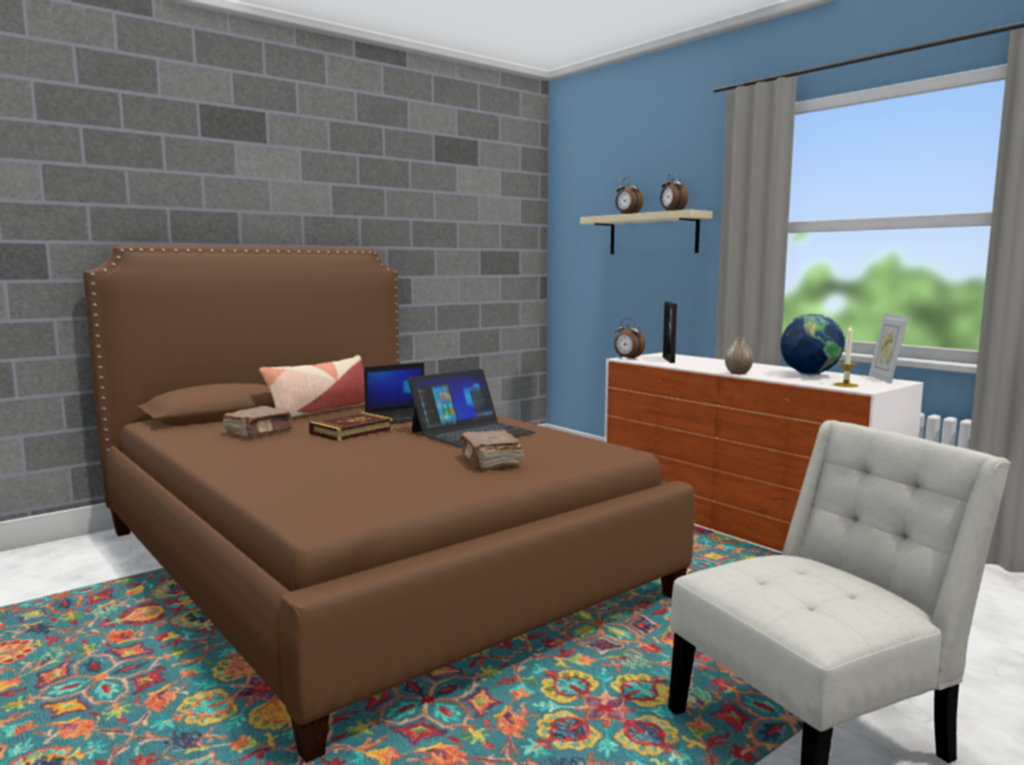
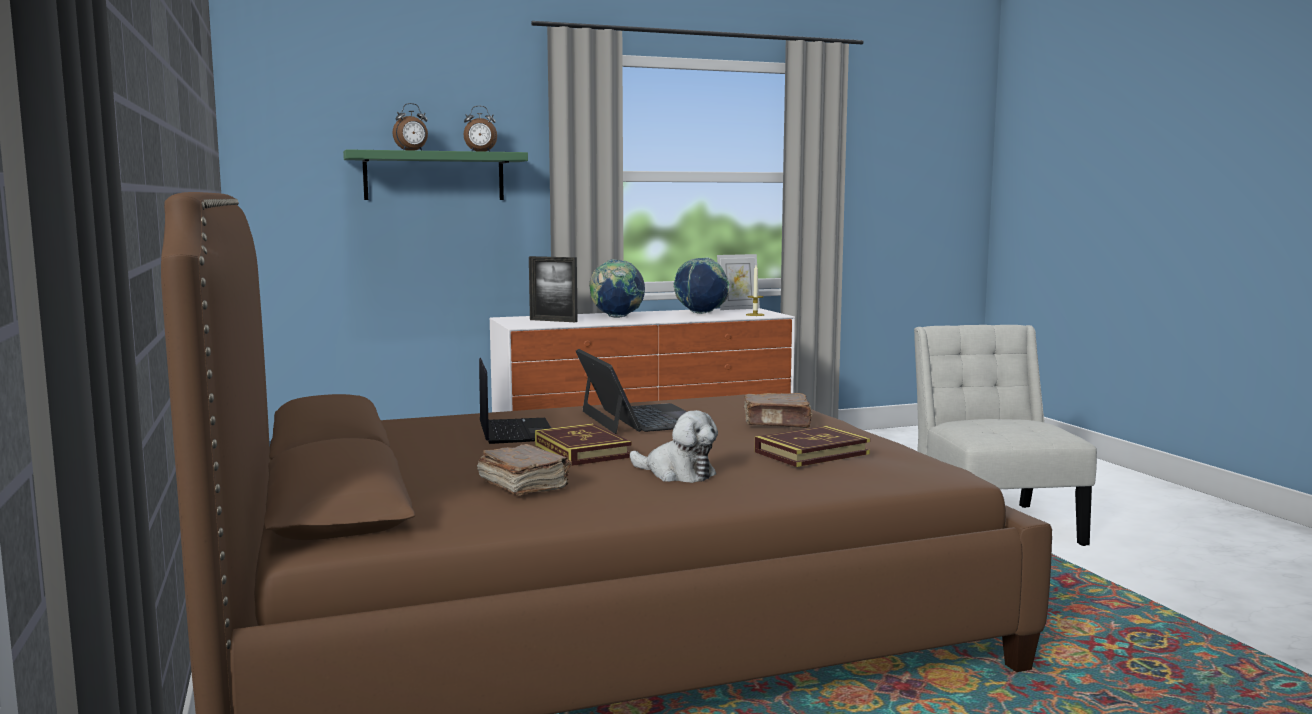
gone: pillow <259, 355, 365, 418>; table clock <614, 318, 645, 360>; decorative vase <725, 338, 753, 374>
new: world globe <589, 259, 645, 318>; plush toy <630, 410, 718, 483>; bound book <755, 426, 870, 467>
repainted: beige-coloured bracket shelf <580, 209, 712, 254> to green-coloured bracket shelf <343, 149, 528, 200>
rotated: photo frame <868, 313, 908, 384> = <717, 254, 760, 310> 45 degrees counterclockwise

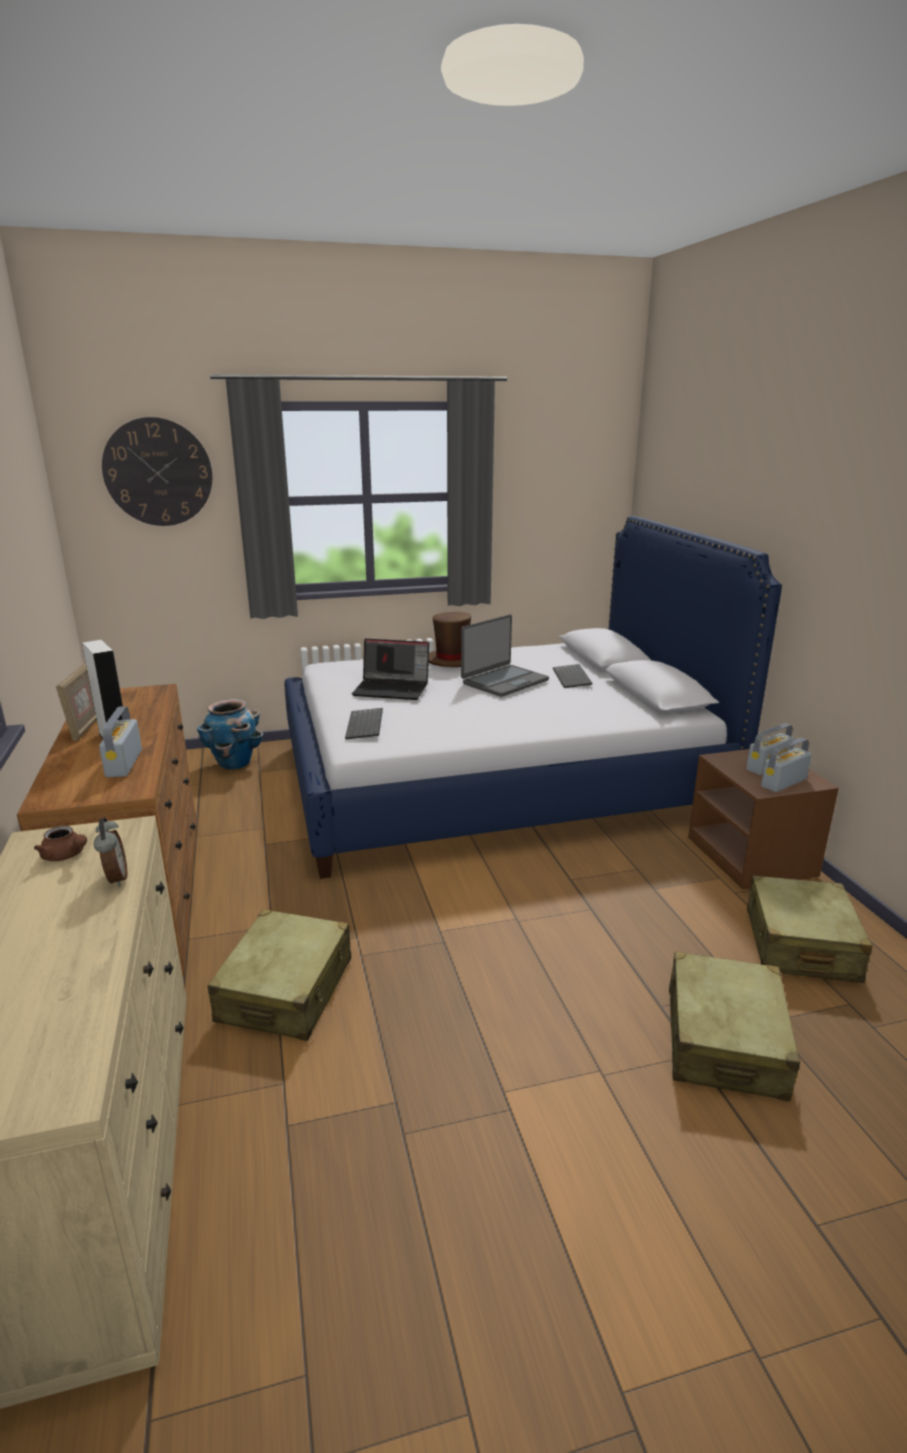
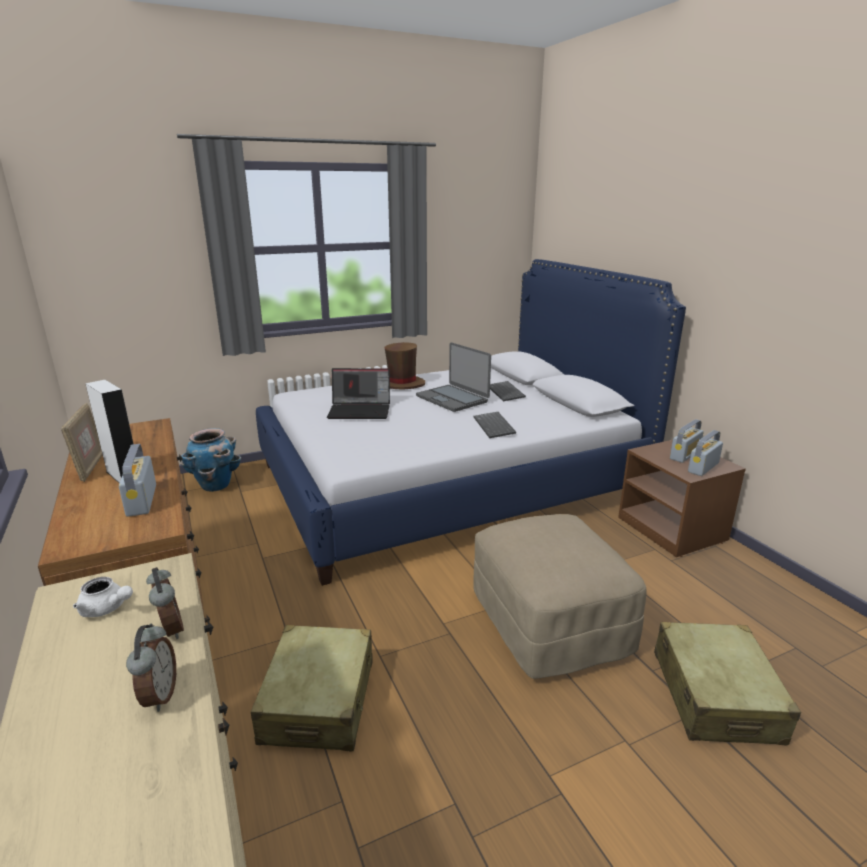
gone: clock on the wall <102, 417, 212, 526>; beige-coloured piece of luggage <747, 875, 873, 983>
new: table clock <126, 624, 176, 712>; beige-coloured ottoman <473, 514, 647, 679>
shifted: PC keyboard <345, 708, 383, 740> to <474, 412, 516, 438>
repainted: brown teapot <34, 826, 87, 861> to white-coloured teapot <73, 577, 133, 617>
rotated: laptop <461, 614, 549, 697> = <416, 342, 491, 412> 105 degrees clockwise

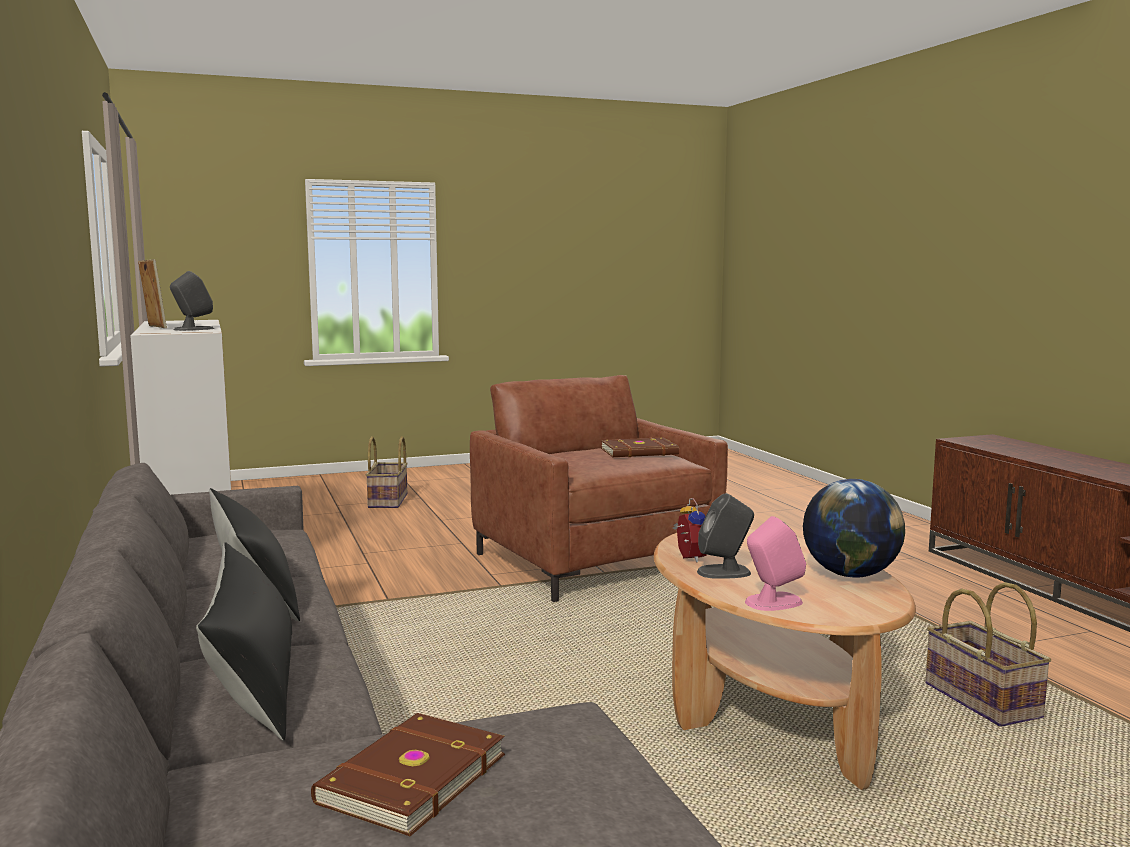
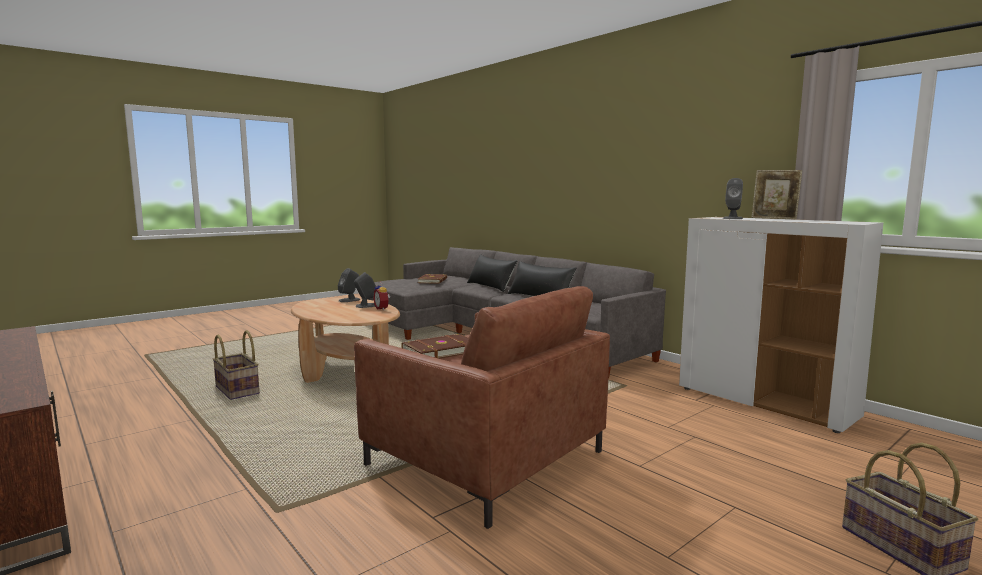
gone: world globe <803, 479, 905, 578>
repainted: pink loudspeaker <745, 516, 806, 611> to gray loudspeaker <338, 268, 360, 302>

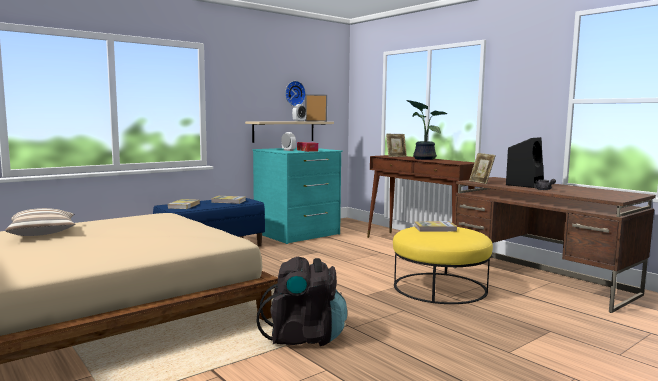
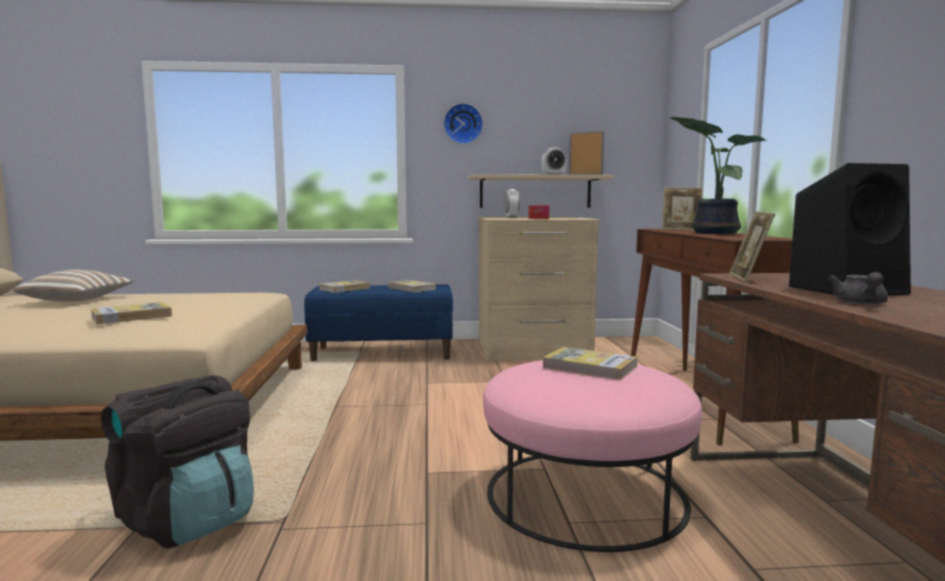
new: bound book <91, 302, 172, 324>
shifted: clock on the wall <285, 81, 306, 106> to <443, 103, 483, 144>
repainted: turquoise dresser <252, 148, 343, 244> to beige-coloured dresser <478, 217, 600, 362>; yellow-coloured ottoman <393, 227, 493, 304> to pink ottoman <483, 360, 702, 552>

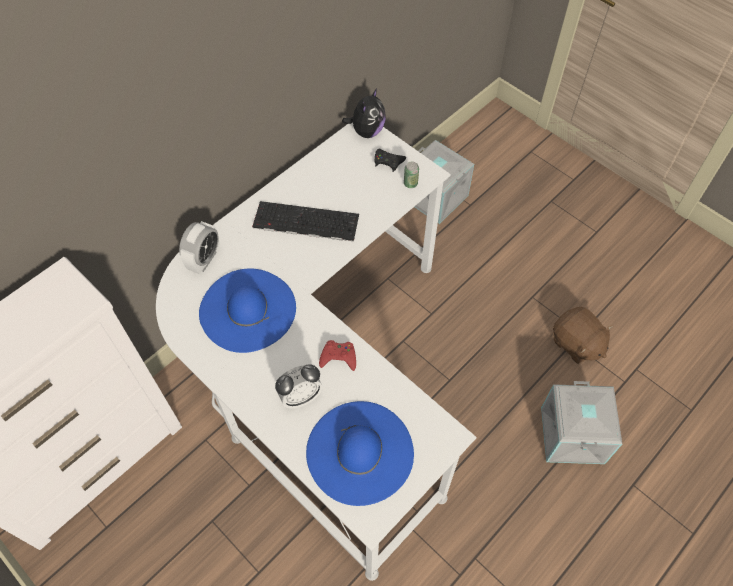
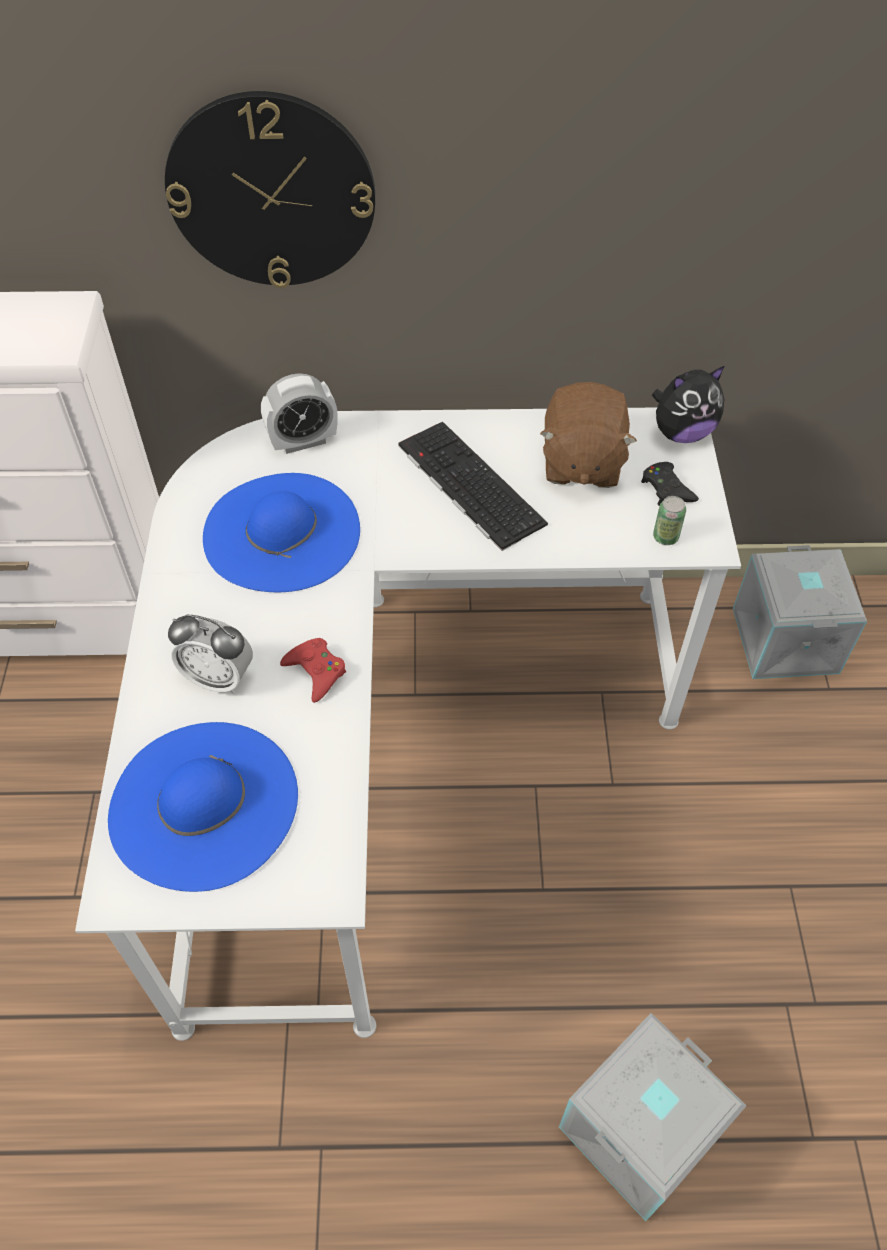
new: clock on the wall <165, 91, 375, 288>
shifted: brown plush toy <553, 307, 613, 364> to <540, 382, 637, 488>

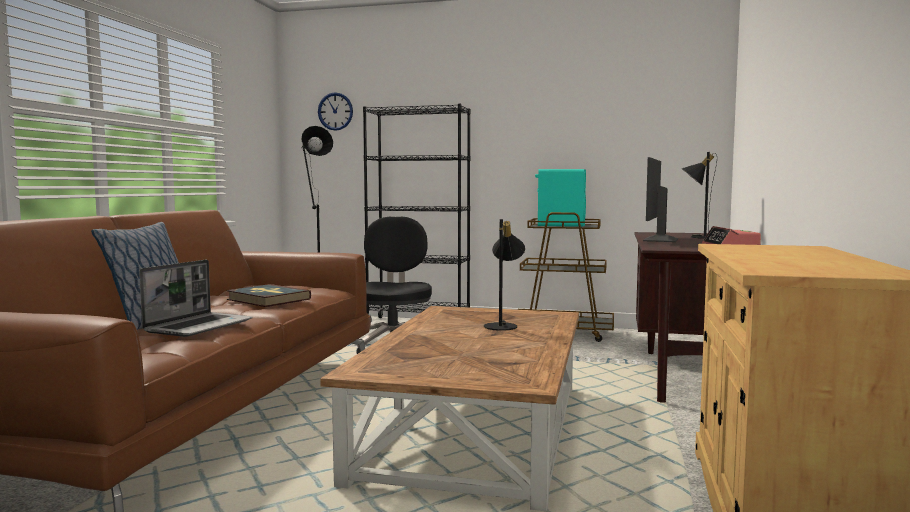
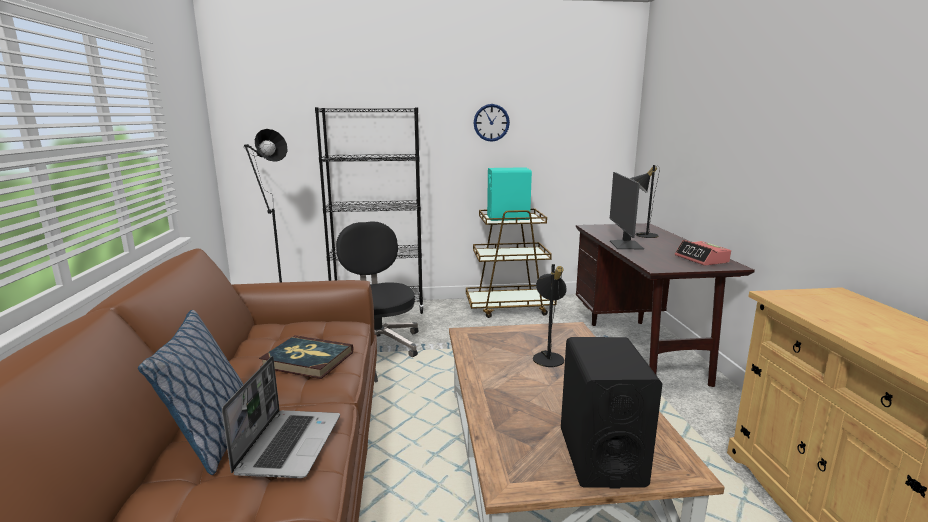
new: blackish loudspeaker <561, 337, 662, 489>
shifted: clock on the wall <318, 92, 353, 131> to <474, 104, 510, 142>

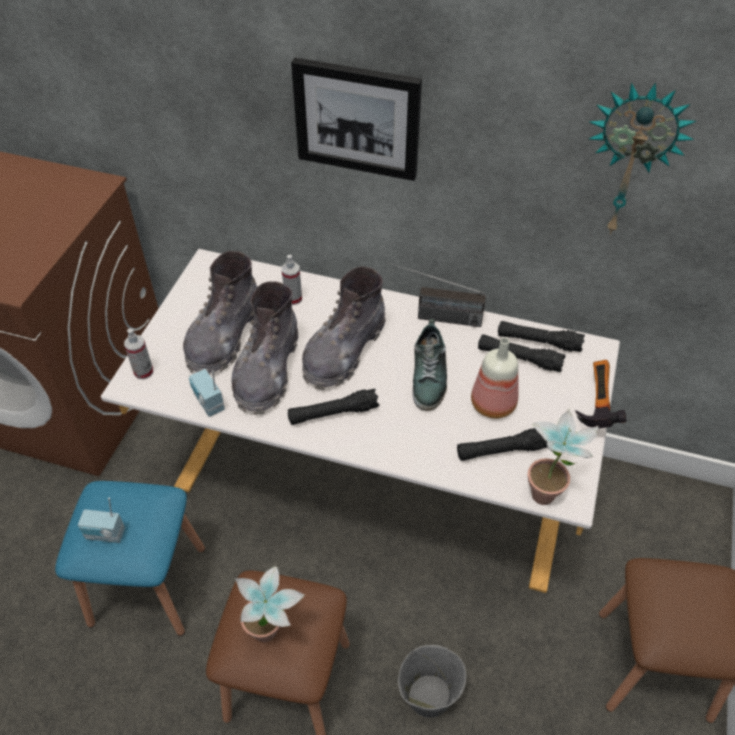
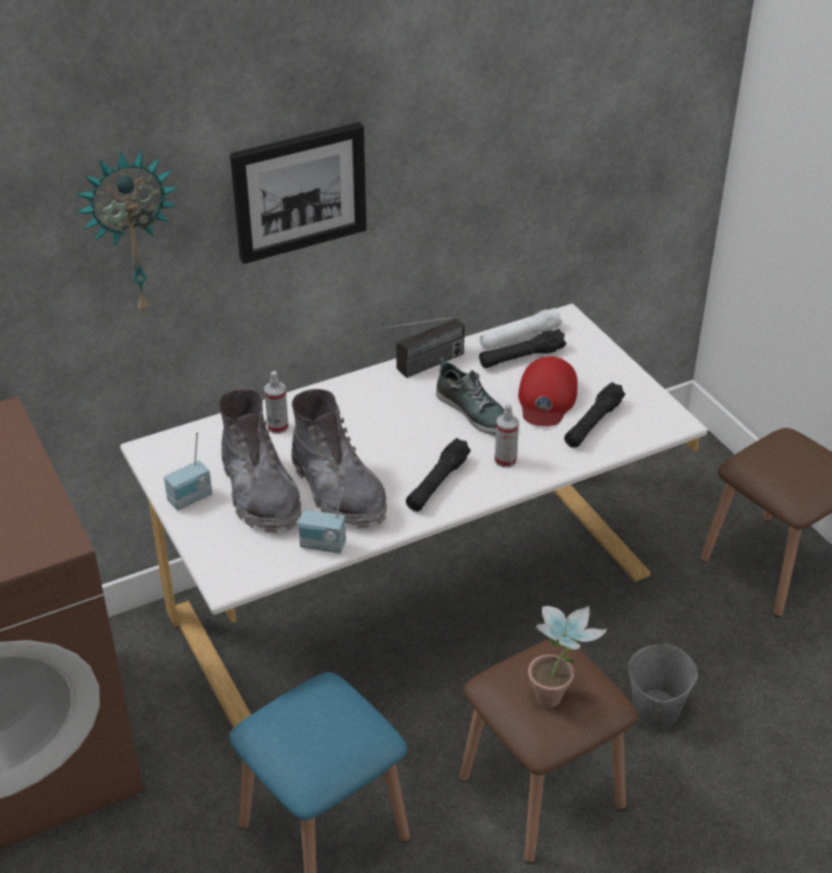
gone: gray tall boot <302, 266, 386, 390>; plant in a pot <528, 409, 598, 505>; hammer <575, 360, 626, 428>
shifted: radio set <78, 498, 125, 543> to <164, 432, 212, 511>; spray bottle <124, 328, 153, 379> to <495, 404, 519, 468>; clock on the wall <589, 83, 697, 235> to <76, 150, 178, 315>
swapped: drink bottle <471, 337, 518, 418> to red-coloured peaked cap <518, 356, 577, 426>
repainted: blackish flashlight <498, 321, 585, 352> to white-coloured flashlight <480, 308, 562, 350>

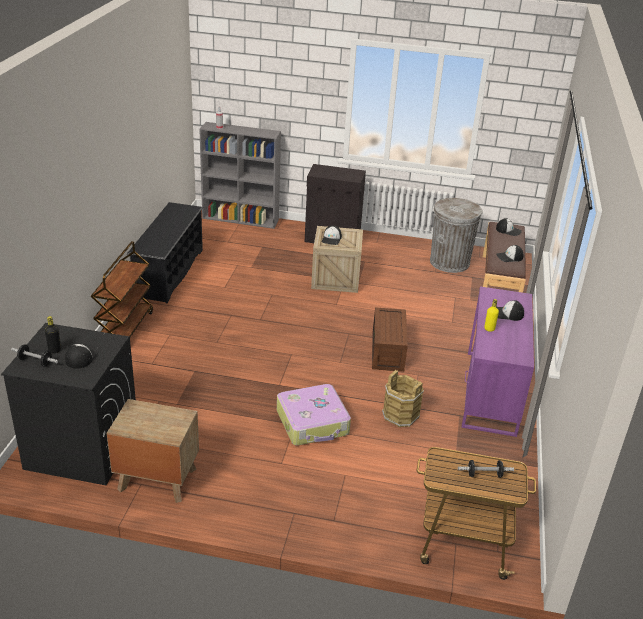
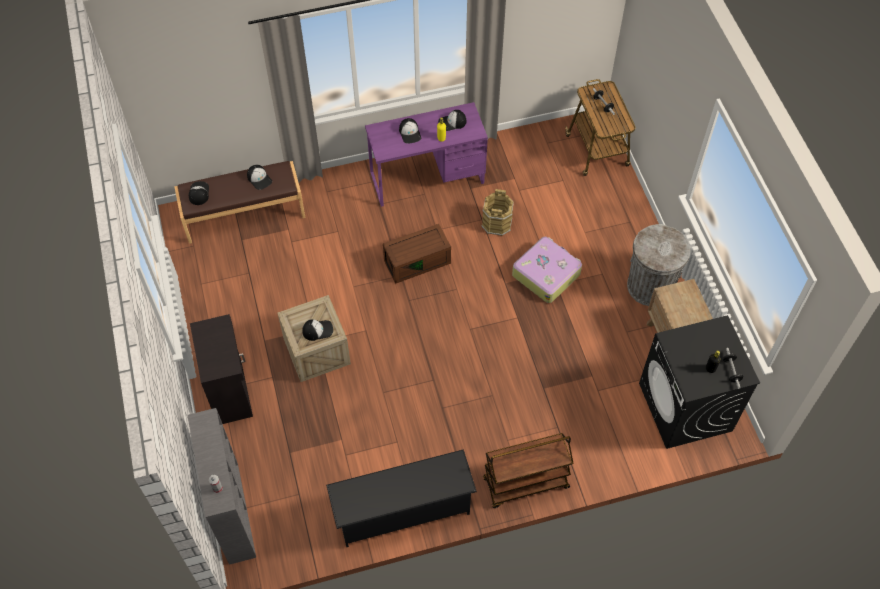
shifted: peaked cap <65, 344, 99, 369> to <438, 110, 466, 131>; gray rubbish bin <430, 198, 483, 273> to <627, 224, 690, 306>

